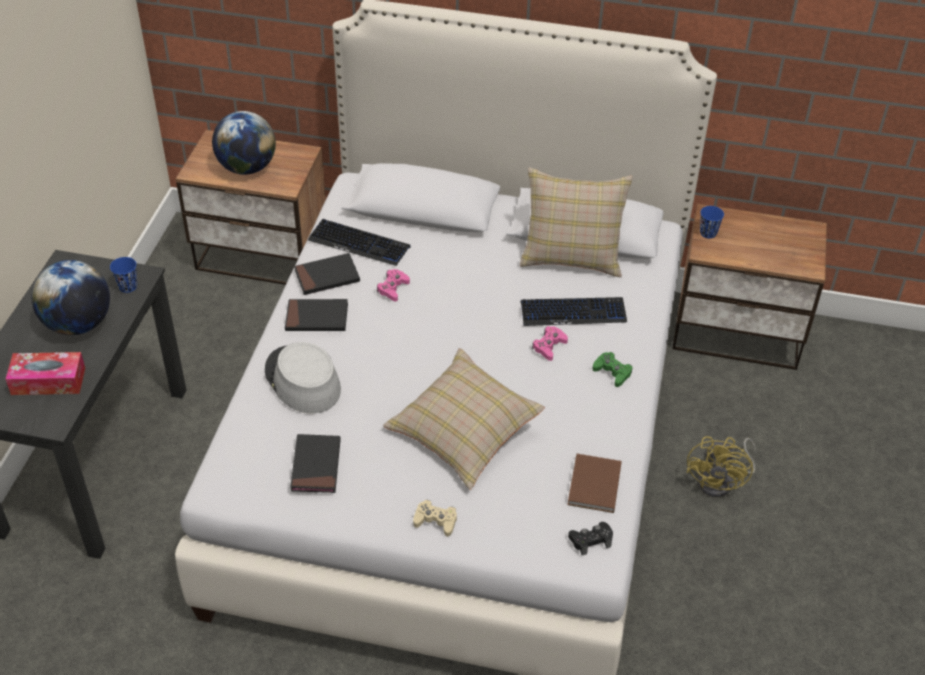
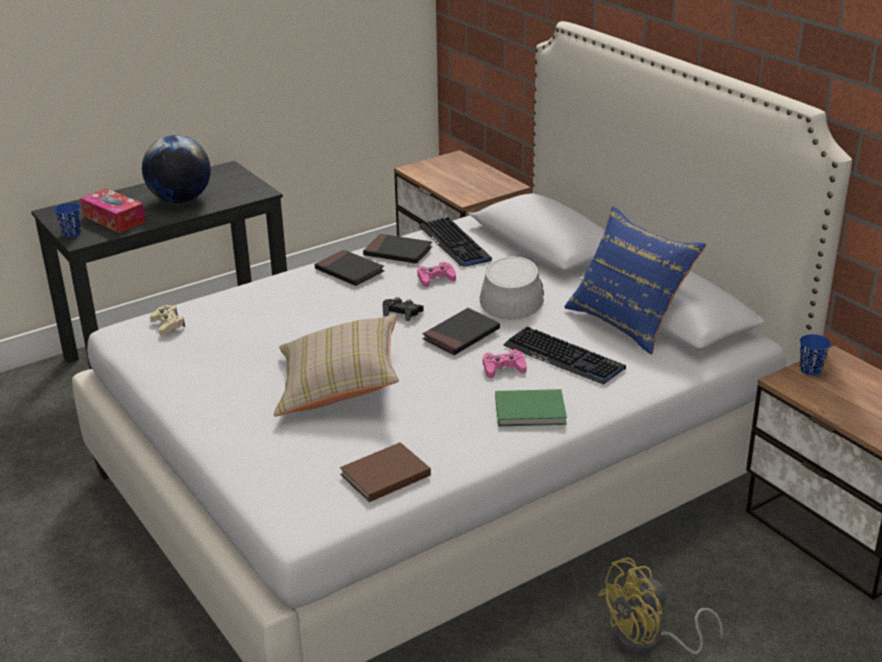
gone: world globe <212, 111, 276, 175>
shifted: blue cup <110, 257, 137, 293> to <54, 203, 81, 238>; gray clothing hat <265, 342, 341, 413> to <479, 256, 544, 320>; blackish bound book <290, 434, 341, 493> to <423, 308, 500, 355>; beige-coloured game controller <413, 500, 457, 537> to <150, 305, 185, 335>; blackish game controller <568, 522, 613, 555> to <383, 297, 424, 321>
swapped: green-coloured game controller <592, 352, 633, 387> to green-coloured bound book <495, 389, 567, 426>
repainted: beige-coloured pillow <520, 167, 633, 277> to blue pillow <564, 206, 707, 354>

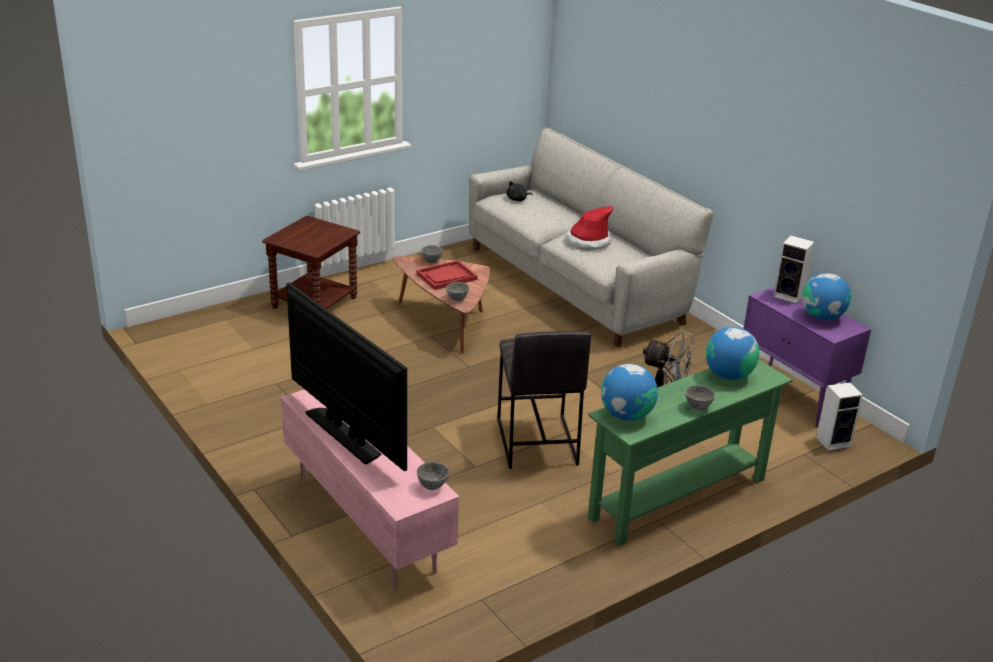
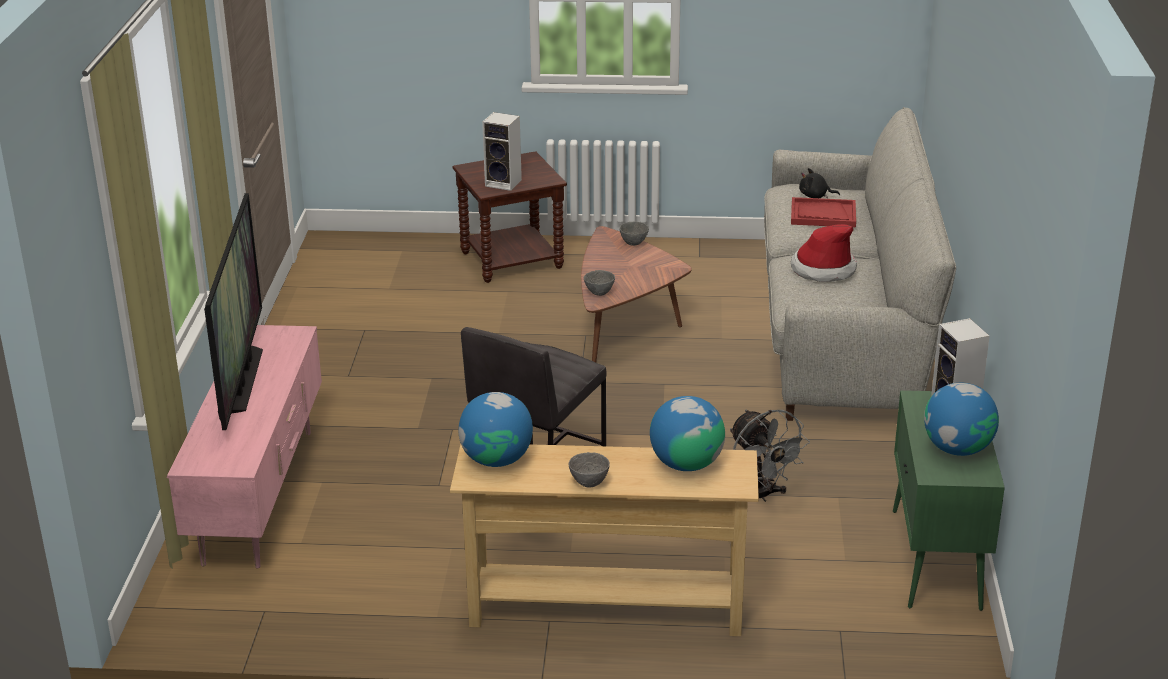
gone: gray bowl <417, 462, 449, 490>
shifted: red-coloured serving tray <416, 260, 478, 290> to <791, 197, 856, 227>; loudspeaker <816, 382, 863, 451> to <482, 112, 522, 191>
repainted: green-coloured narrow table <588, 359, 792, 546> to beige-coloured narrow table <450, 444, 759, 636>; purplish storage cabinet <743, 287, 871, 427> to green-coloured storage cabinet <893, 390, 1005, 611>

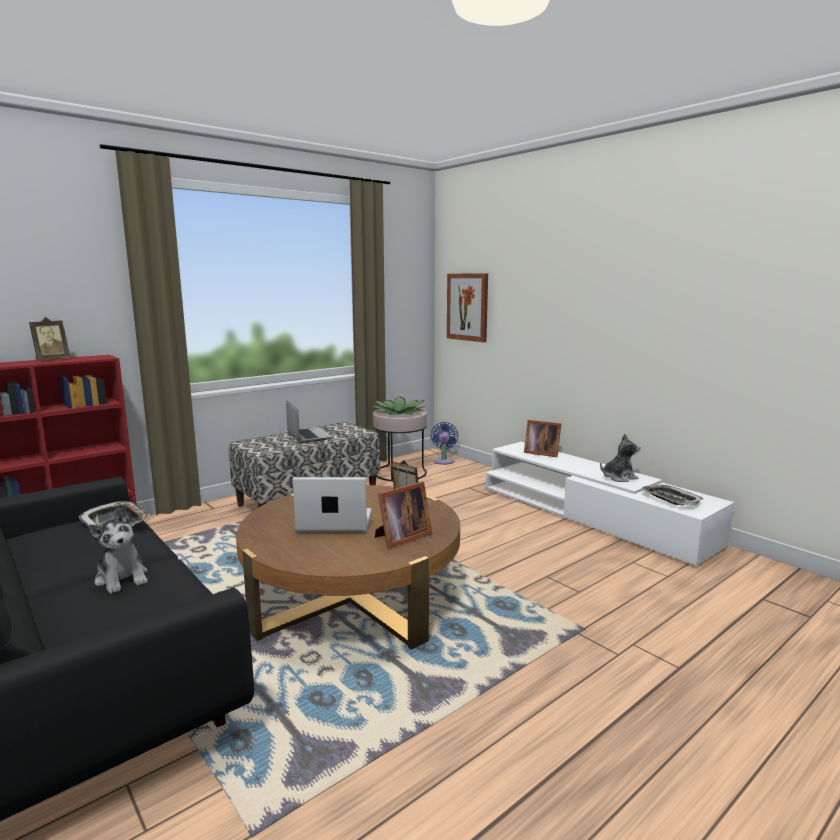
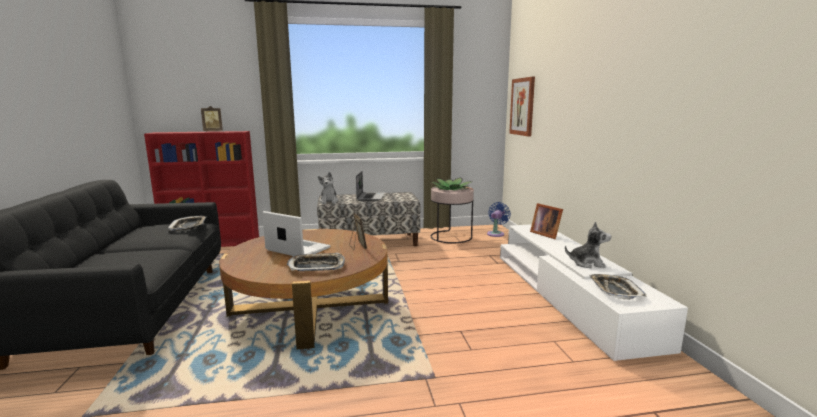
shifted: plush toy <88, 508, 148, 594> to <318, 172, 339, 204>
swapped: photo frame <375, 482, 432, 548> to serving tray <287, 253, 345, 271>

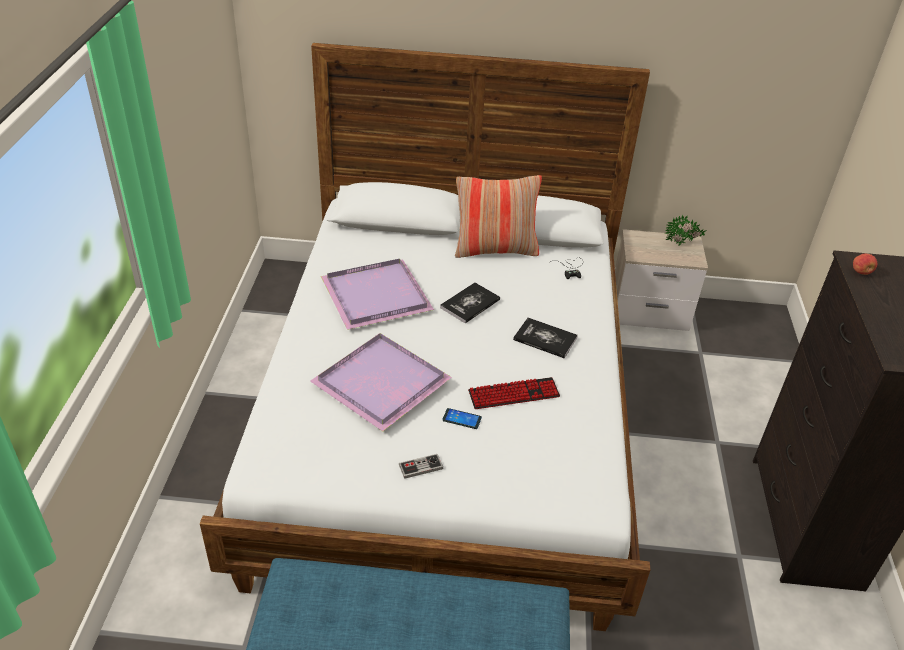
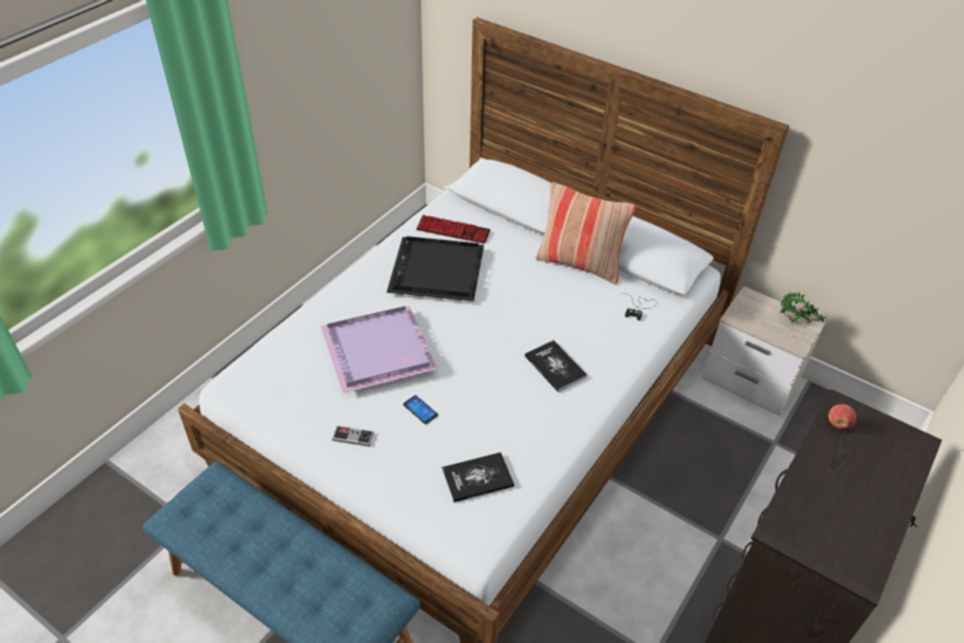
shifted: bound book <440, 282, 500, 323> to <442, 452, 514, 503>; PC keyboard <468, 377, 560, 409> to <416, 215, 491, 244>
repainted: purplish serving tray <321, 259, 434, 330> to blackish serving tray <386, 236, 484, 302>

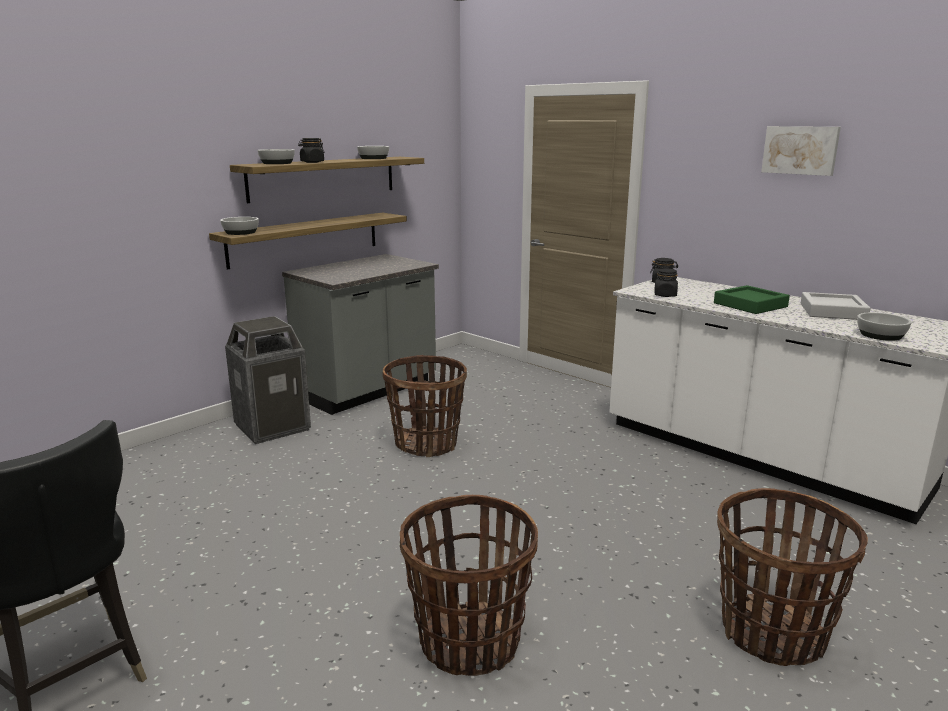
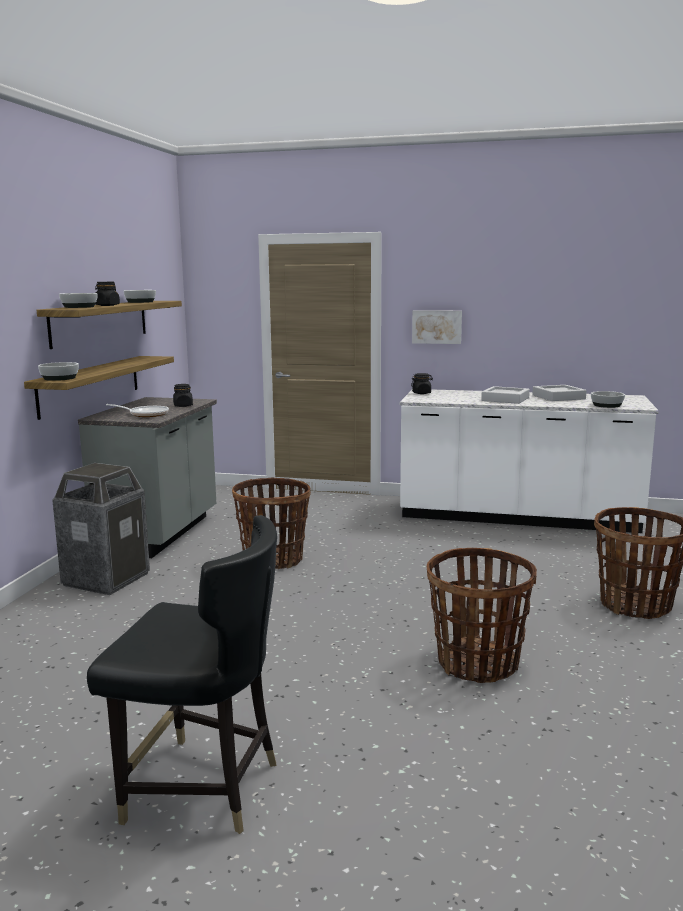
new: skillet <106, 404, 169, 417>
shifted: blackish storage jar <654, 268, 678, 297> to <173, 384, 193, 407>; wall art <761, 126, 841, 176> to <412, 310, 462, 344>
repainted: green-coloured serving tray <714, 285, 790, 314> to gray serving tray <481, 386, 530, 404>

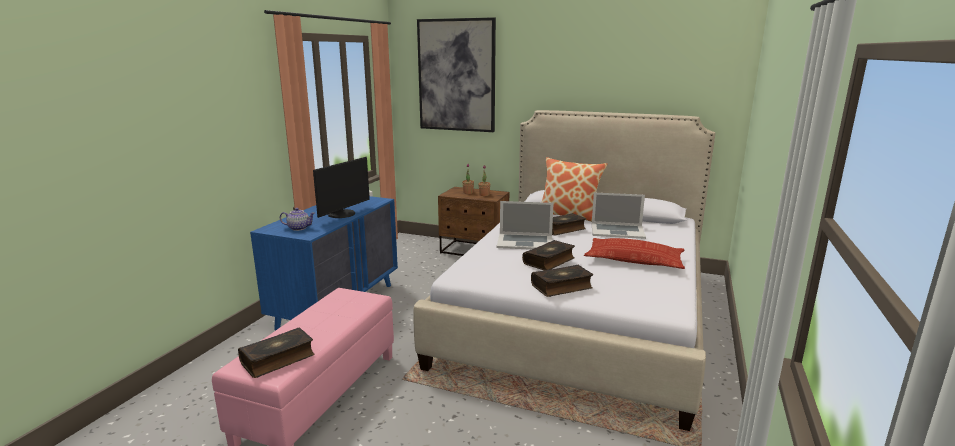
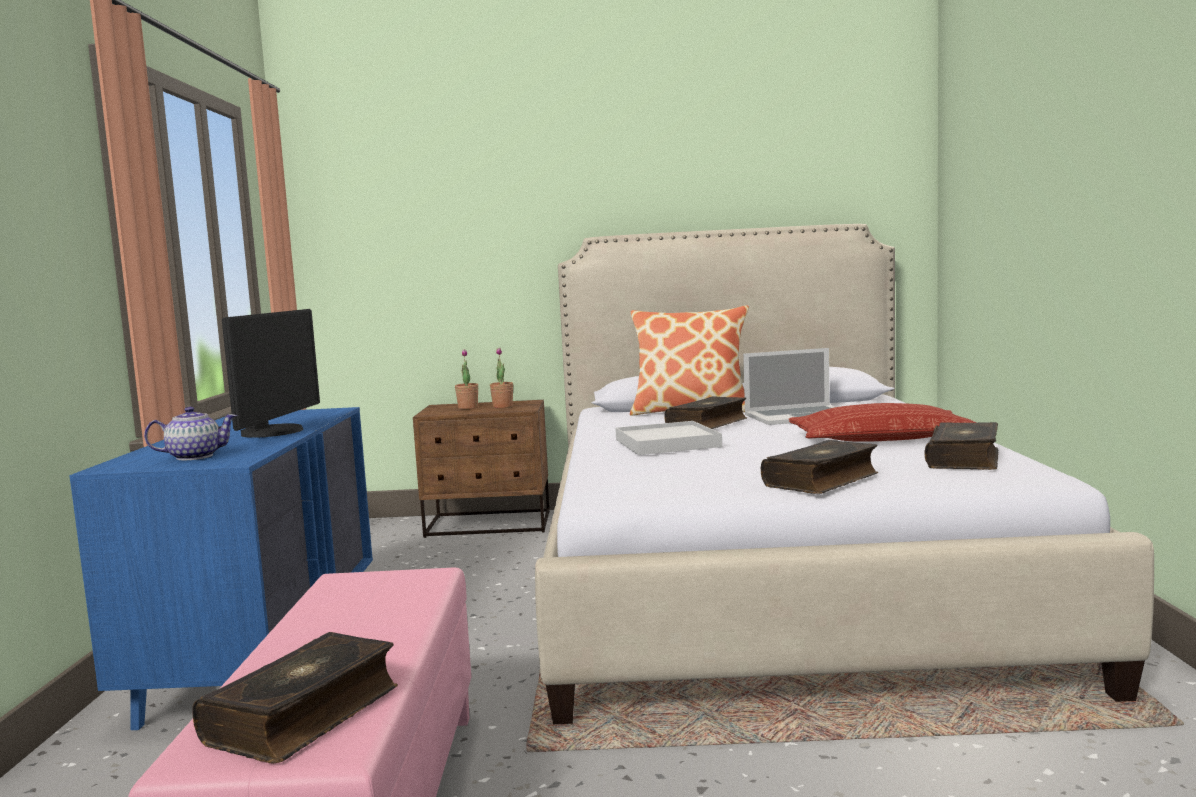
gone: wall art <417, 17, 496, 132>
shifted: bound book <522, 240, 575, 270> to <925, 422, 998, 470>
swapped: laptop <497, 201, 554, 250> to white-coloured serving tray <615, 421, 722, 455>

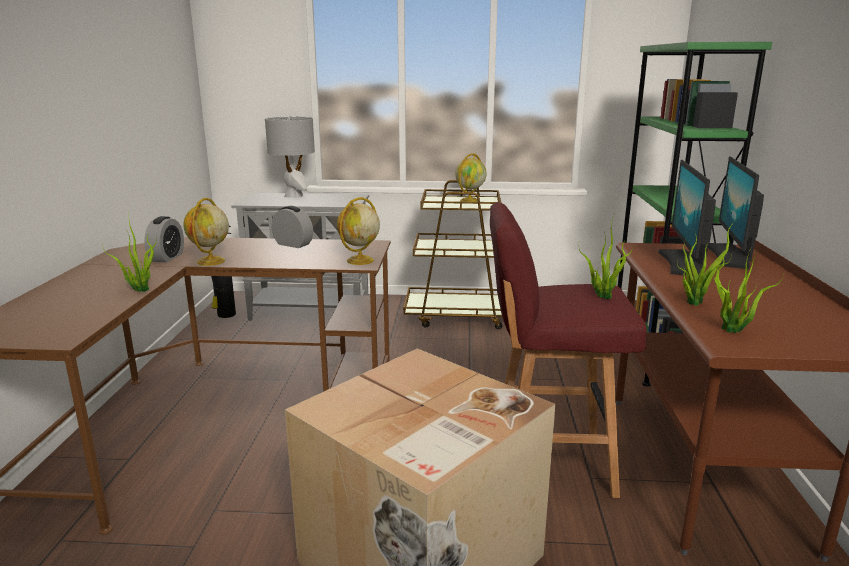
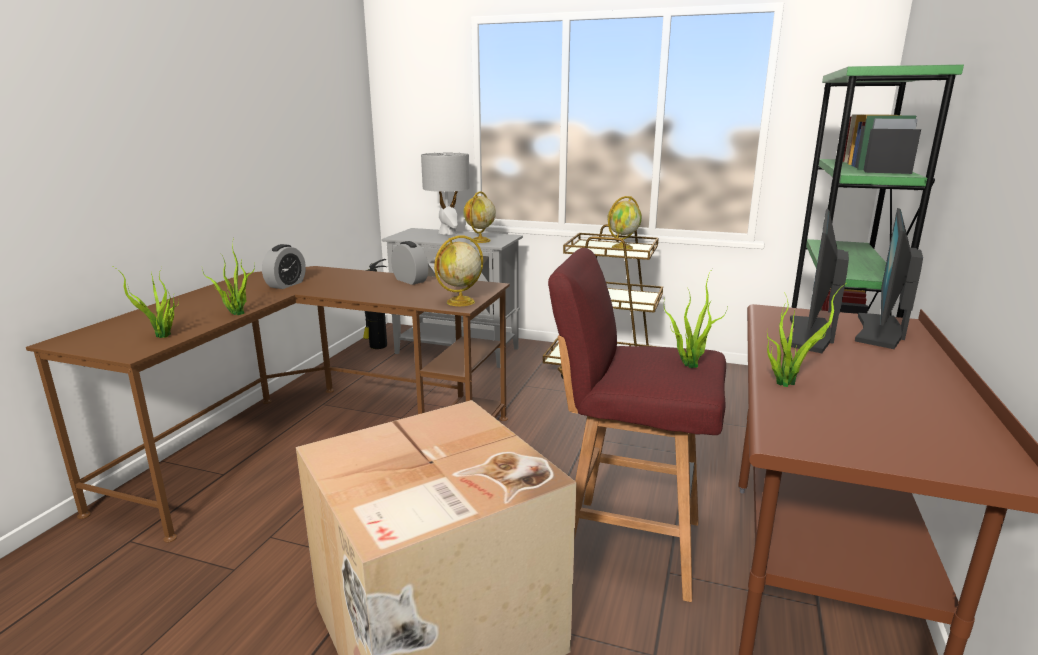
shifted: world globe <183, 198, 229, 266> to <463, 191, 496, 243>; plant in a pot <713, 251, 784, 333> to <114, 267, 179, 338>

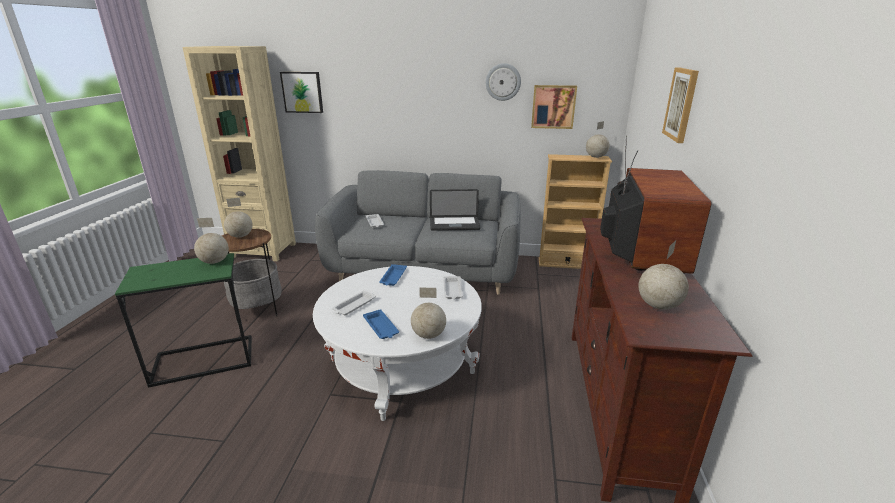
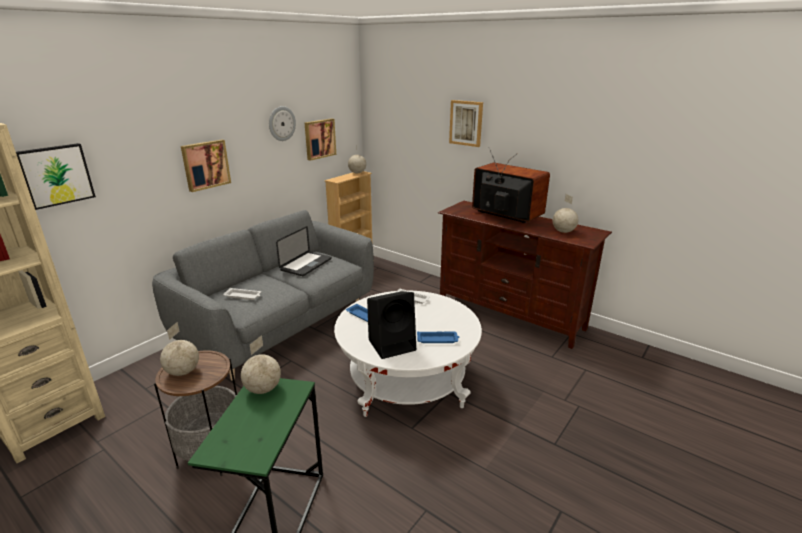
gone: world globe <411, 288, 446, 339>
new: wall art <181, 139, 231, 192>
swapped: white-coloured serving tray <332, 290, 376, 315> to blackish loudspeaker <367, 292, 416, 359>

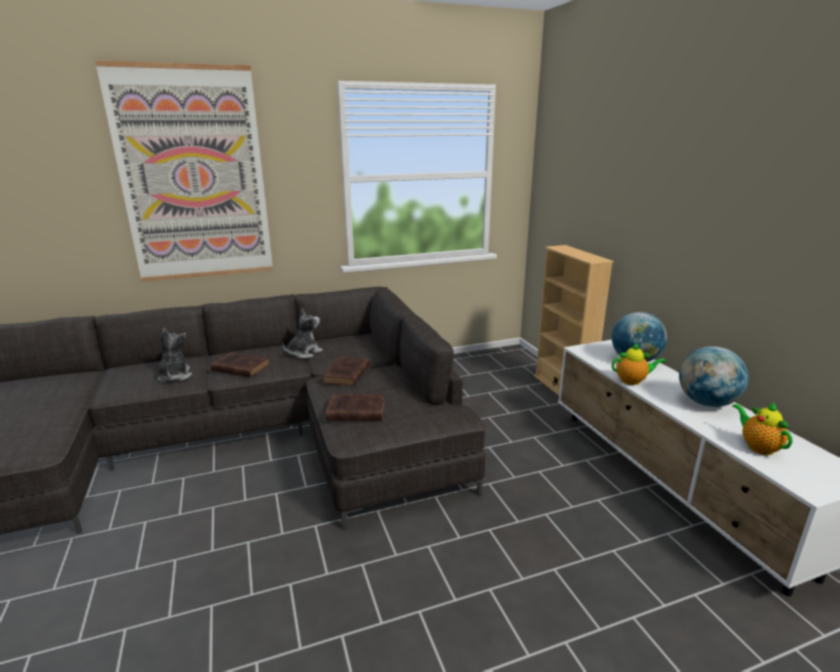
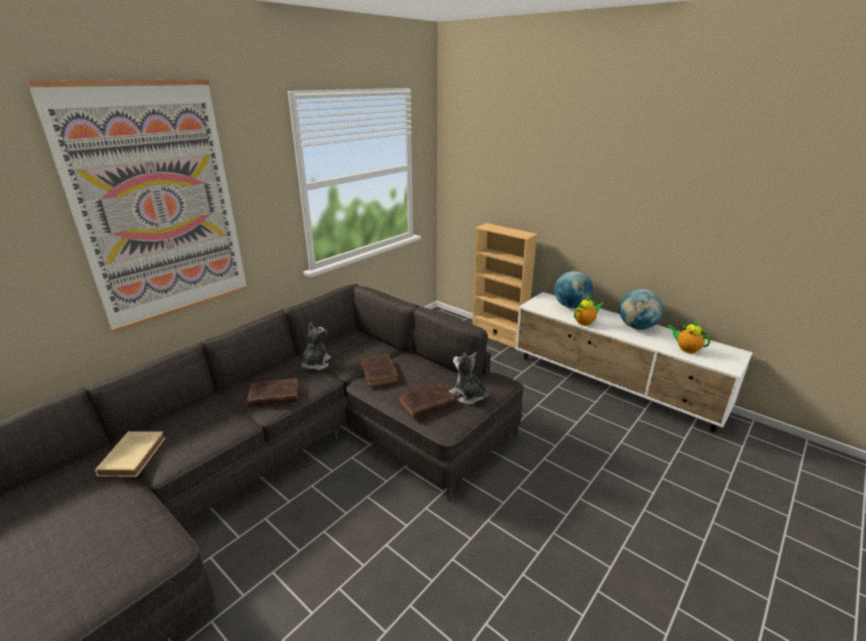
new: beige-coloured bound book <95, 431, 165, 477>
shifted: plush toy <158, 328, 192, 383> to <449, 352, 489, 405>

